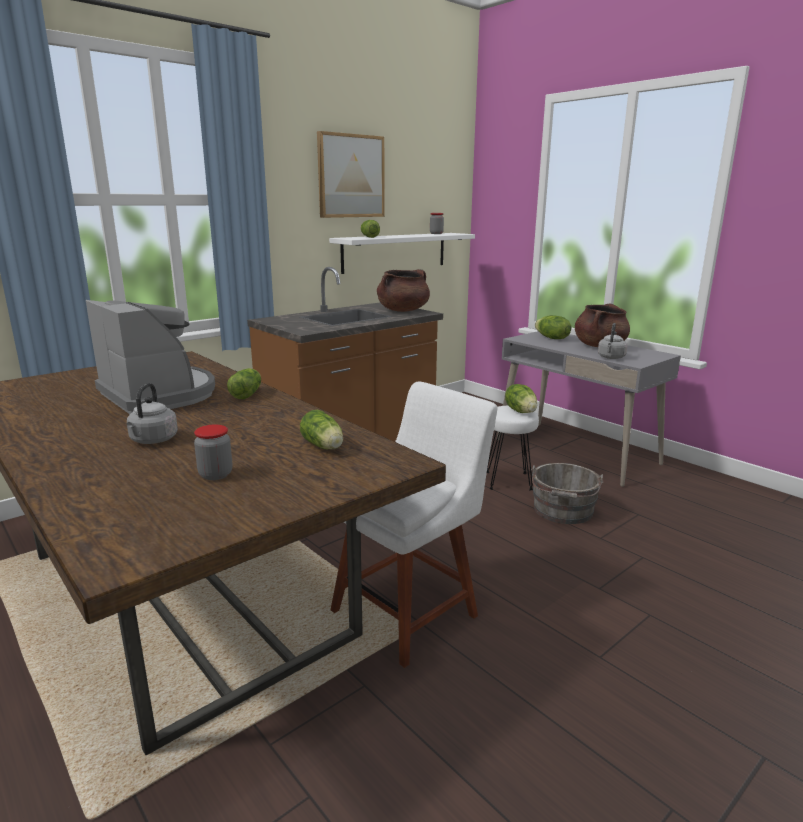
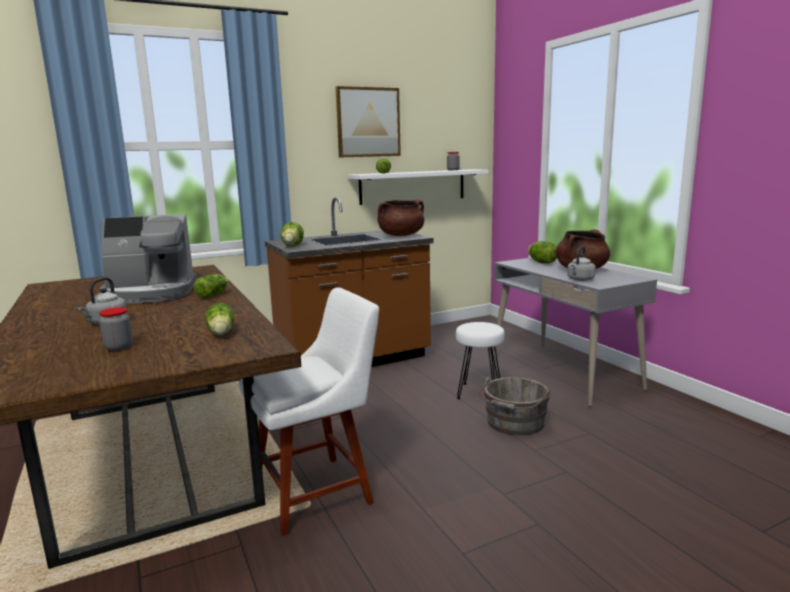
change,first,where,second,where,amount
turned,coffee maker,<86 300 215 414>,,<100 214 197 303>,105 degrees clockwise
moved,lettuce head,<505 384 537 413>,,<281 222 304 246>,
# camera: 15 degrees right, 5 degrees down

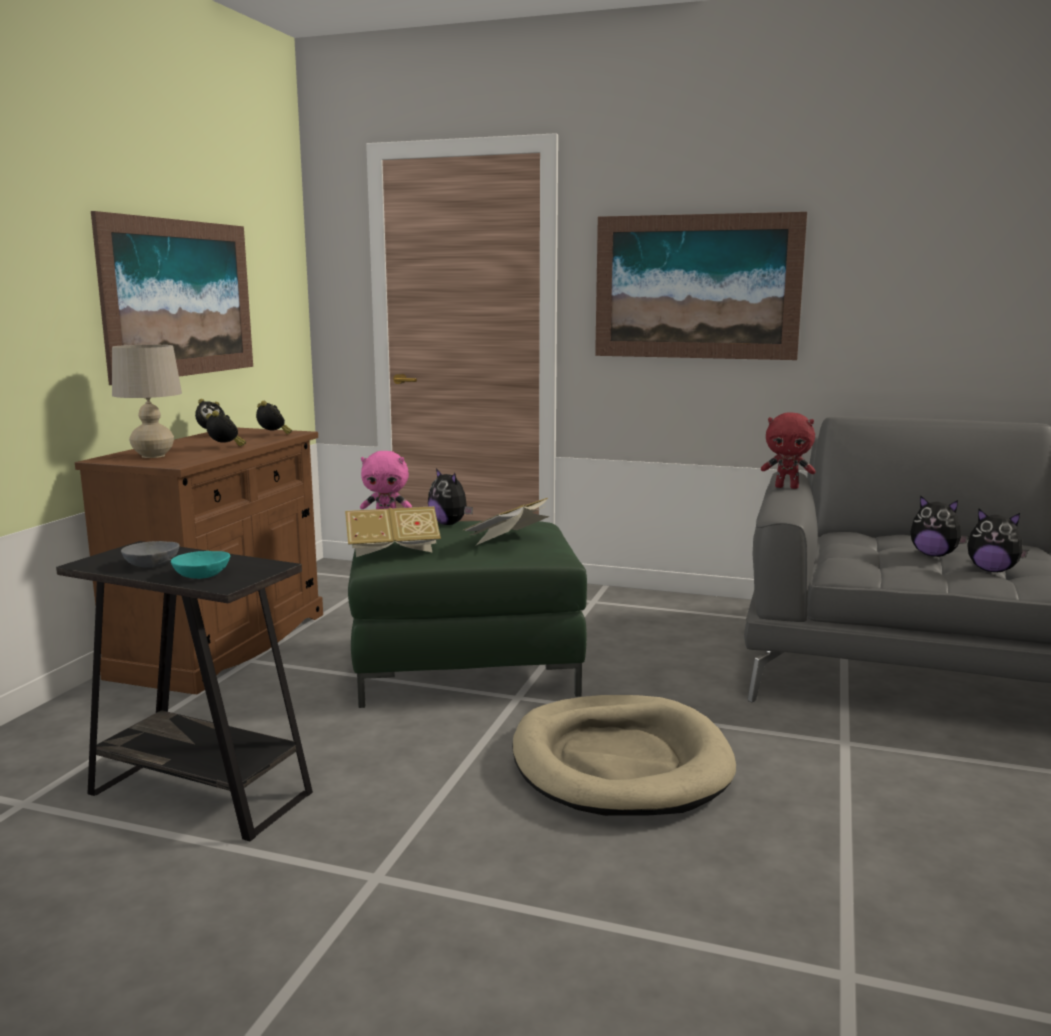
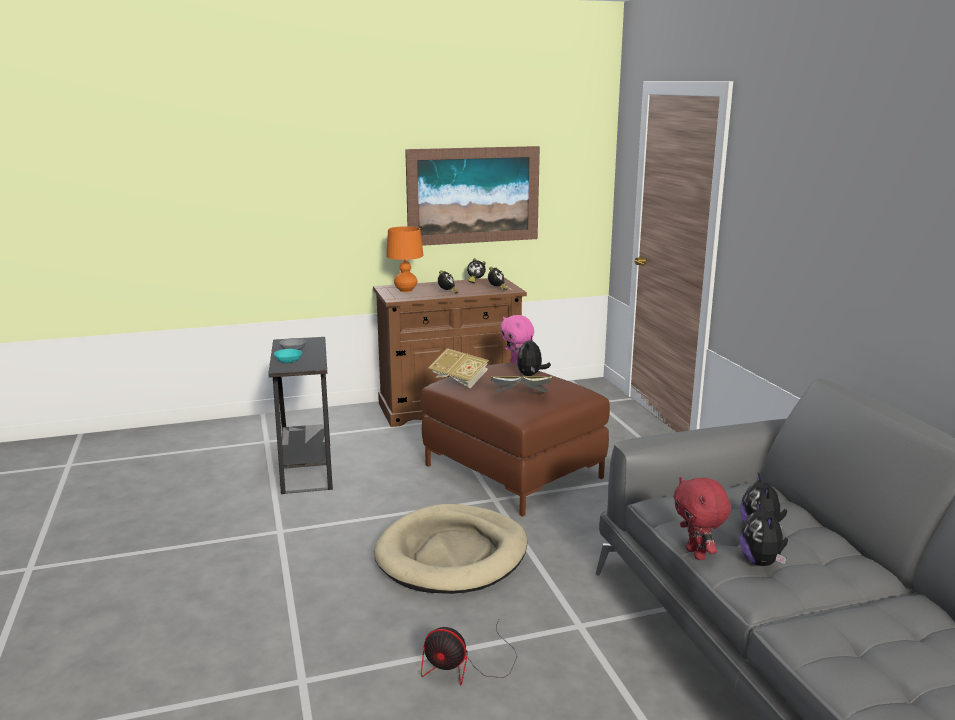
change,first,where,second,where,amount
recoloured,beige table lamp,<112 345 182 458>,orange-coloured table lamp,<386 226 423 292>,
recoloured,green footrest,<348 521 587 708>,brownish footrest,<420 363 610 517>,
removed,wall picture,<595 212 807 360>,,,
moved,red-coloured soft toy,<761 413 816 489>,,<674 477 731 560>,
added,,,cooling fan,<421 620 517 686>,
# camera: 55 degrees right, 5 degrees up

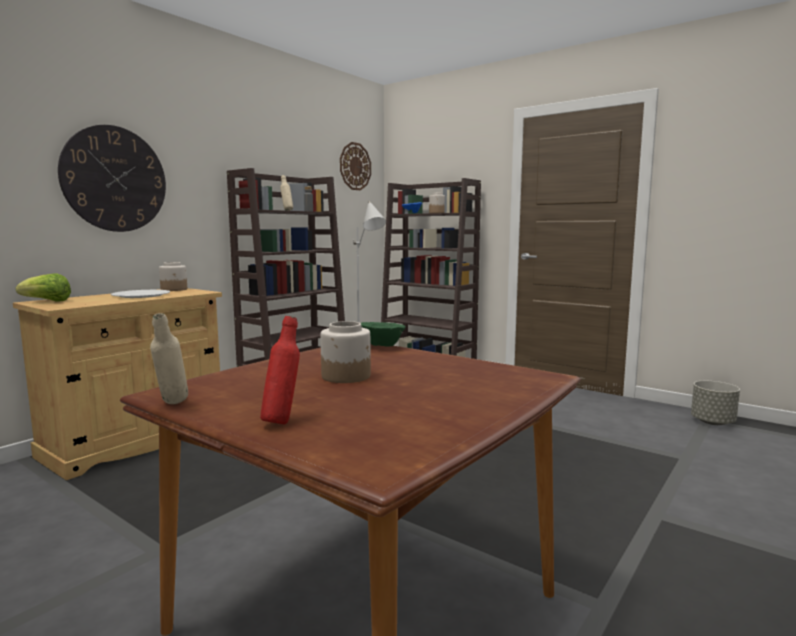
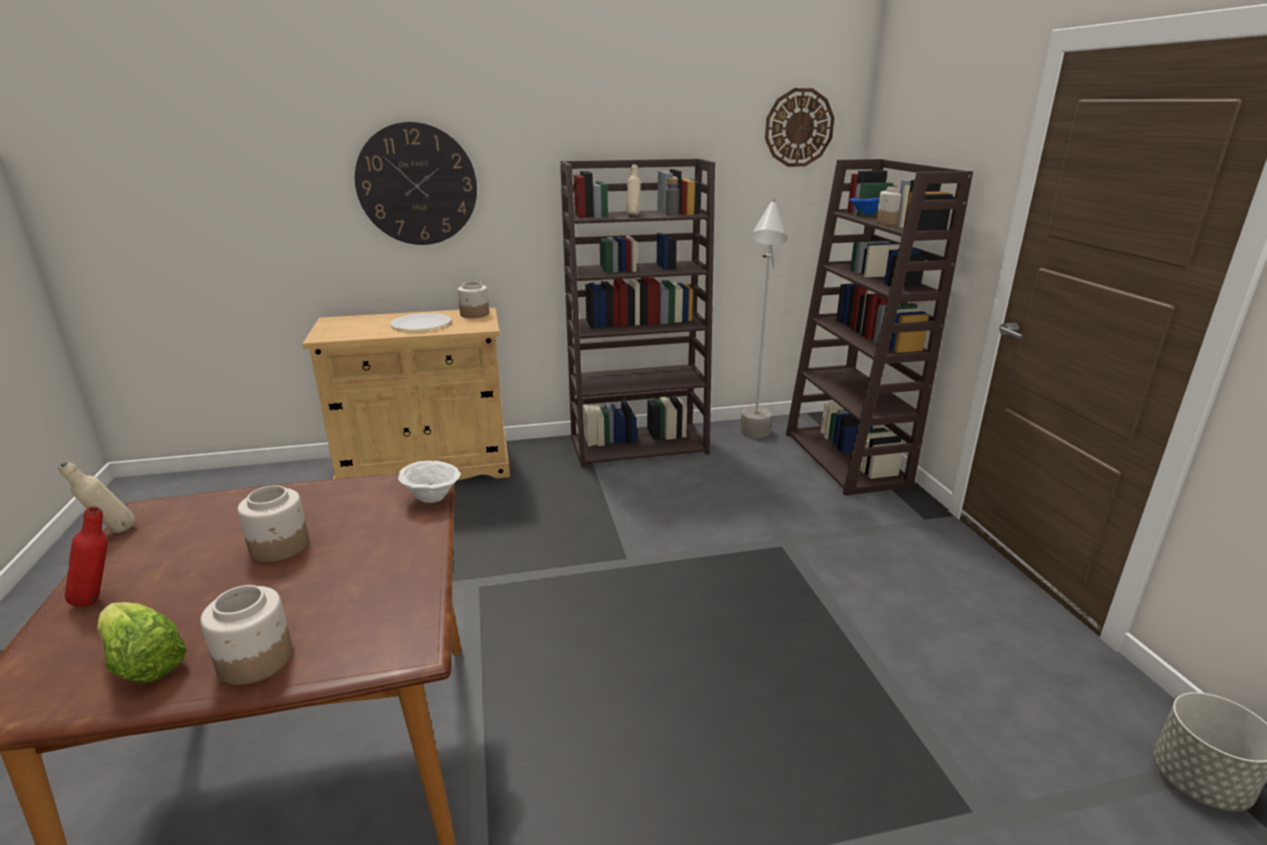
change,first,where,second,where,amount
moved,lettuce head,<16 273 71 302>,,<97 602 187 683>,
recoloured,green deep dish,<361 322 406 347>,white deep dish,<398 461 461 503>,
added,,,jar,<200 585 293 685>,
# camera: 40 degrees right, 15 degrees up

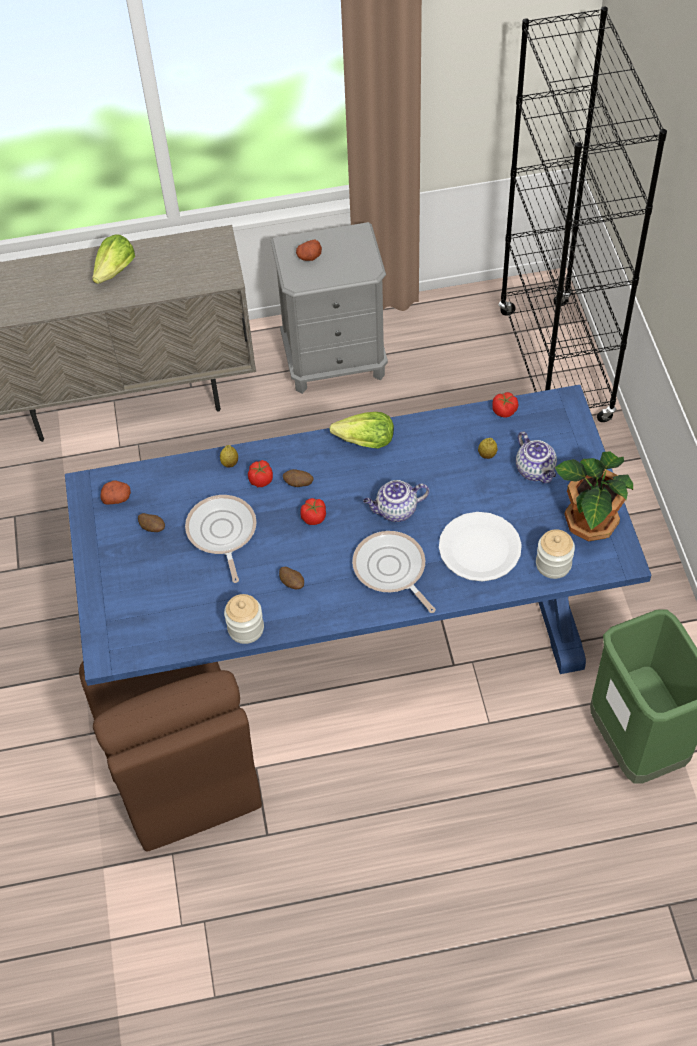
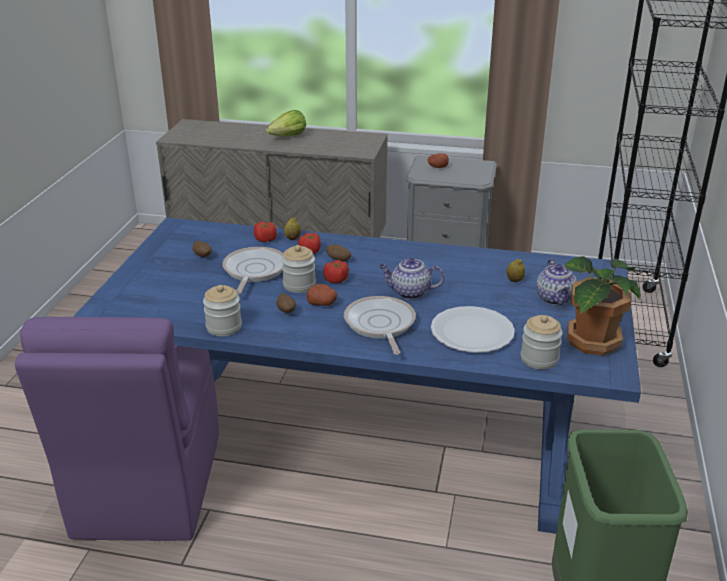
change,first,where,second,where,amount
recoloured,brownish upright chair,<79 662 262 852>,purplish upright chair,<15 317 219 541>,
moved,potato,<100 481 131 505>,,<306 284 337 306>,
removed,lettuce head,<329 412 394 449>,,,
moved,tomato,<492 392 518 418>,,<254 221 277 242>,
added,,,jar,<282 245 316 293>,
# camera: 20 degrees right, 25 degrees down

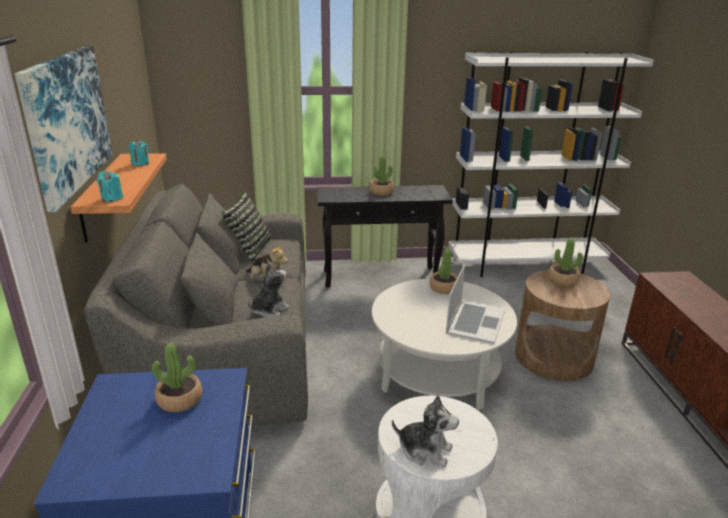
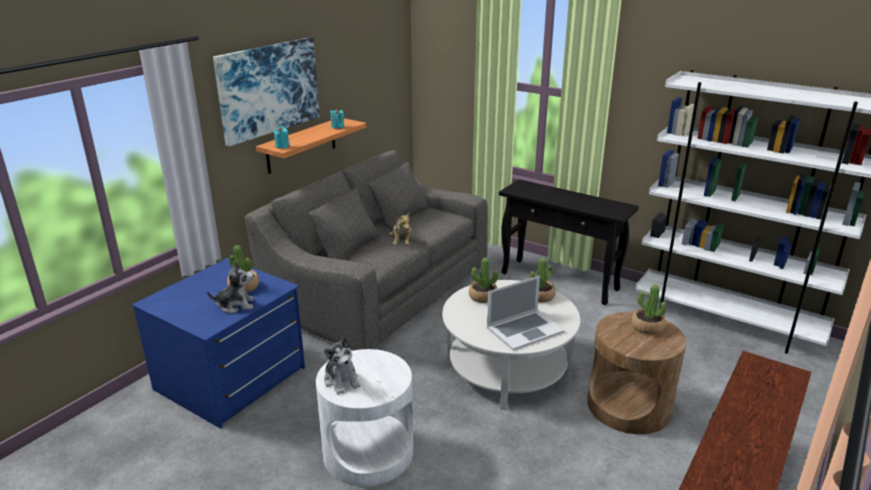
change,first,where,second,where,amount
removed,pillow,<222 192 272 262>,,,
moved,soft toy,<248 263 290 318>,,<207 261 254 313>,
moved,plant in a pot,<369 156 394 196>,,<469 258 498 303>,
# camera: 40 degrees right, 0 degrees up

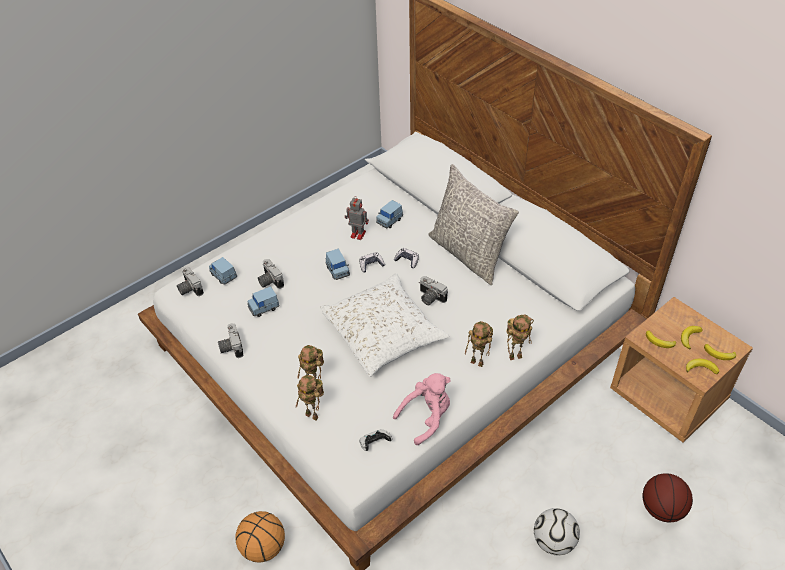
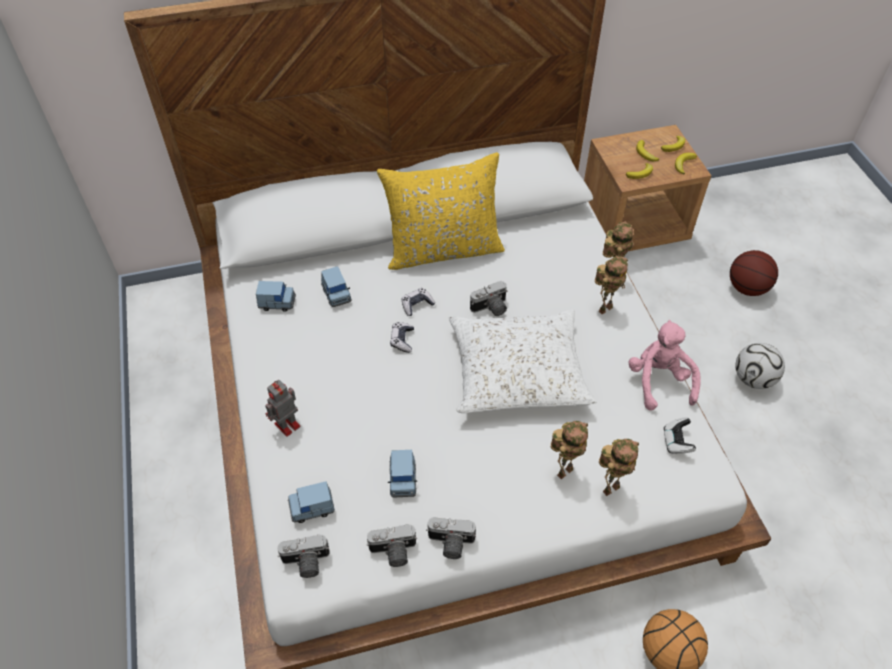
change,first,where,second,where,amount
moved,photo camera,<258 259 284 289>,,<367 524 417 567>,
moved,blue-coloured model car,<326 249 350 280>,,<256 281 296 312>,
moved,toy robot,<345 196 369 240>,,<265 380 301 437>,
recoloured,greyish pillow,<429 164 519 285>,yellowish pillow,<377 152 505 270>,
# camera: 65 degrees left, 5 degrees up

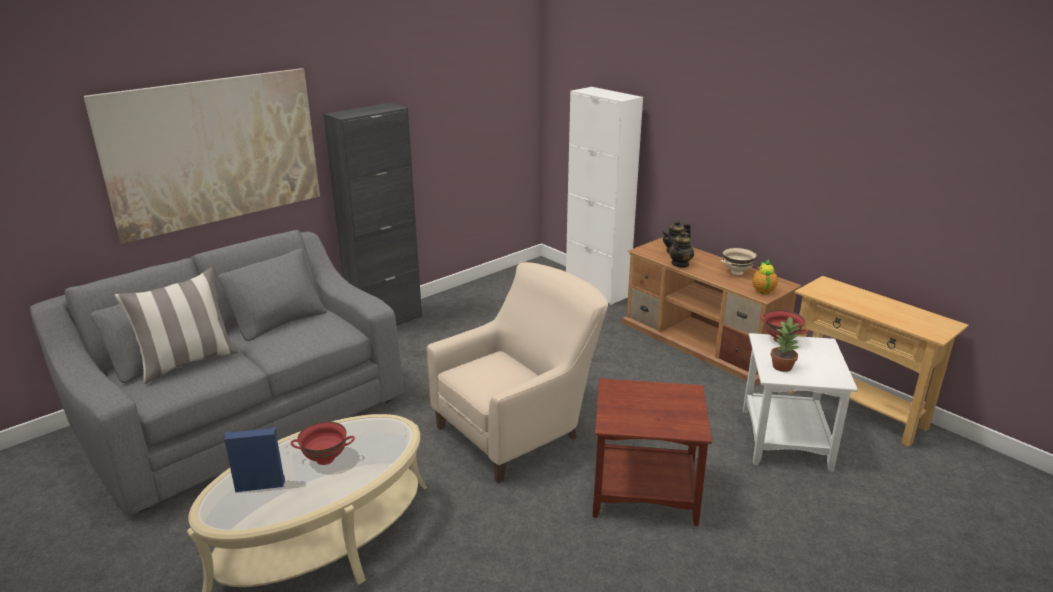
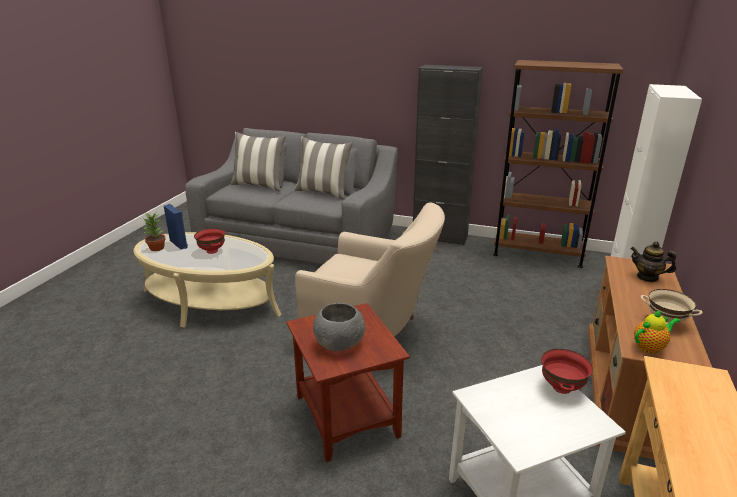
change,first,where,second,where,amount
removed,wall picture,<83 68 320 244>,,,
removed,tea pot,<668 231 694 268>,,,
moved,plant in a pot,<770 316 801 372>,,<144 213 165 251>,
added,,,pillow,<294 137 353 200>,
added,,,greyish deep dish,<313 303 366 352>,
added,,,brownish shelving unit,<493 60 624 268>,
# camera: 60 degrees right, 0 degrees up

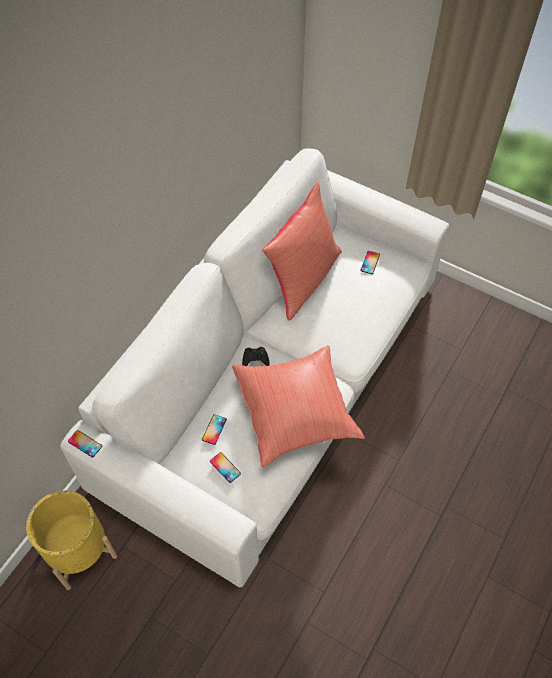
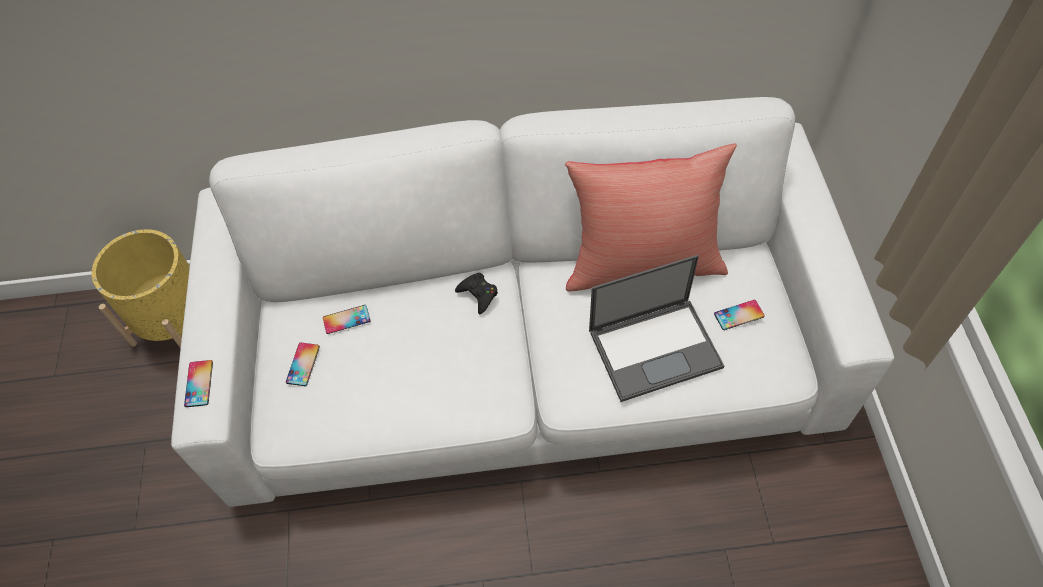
change,first,where,second,where,amount
moved,phone,<68 430 102 458>,,<184 360 213 407>,
removed,red-coloured pillow,<232 345 365 467>,,,
added,,,laptop,<589 255 724 402>,
# camera: 55 degrees right, 0 degrees up

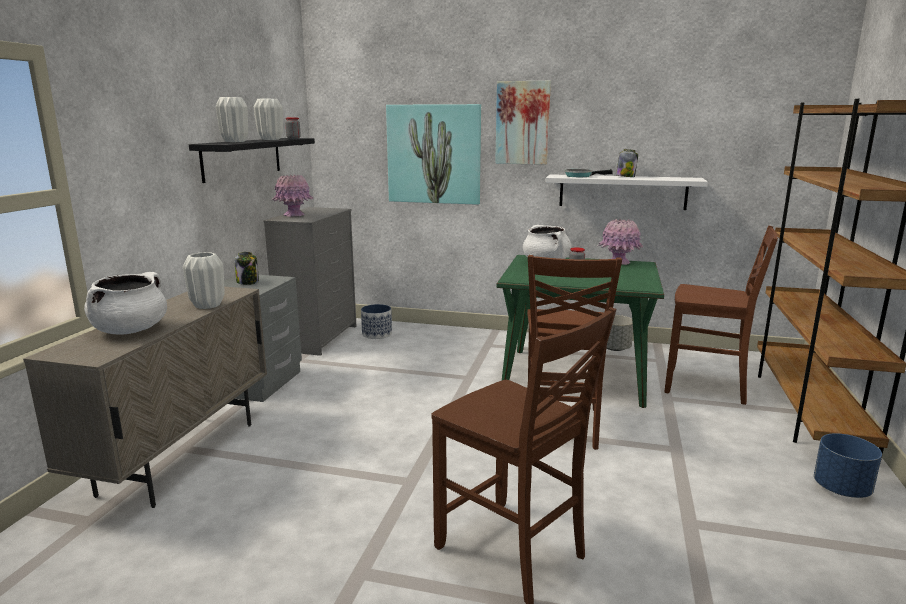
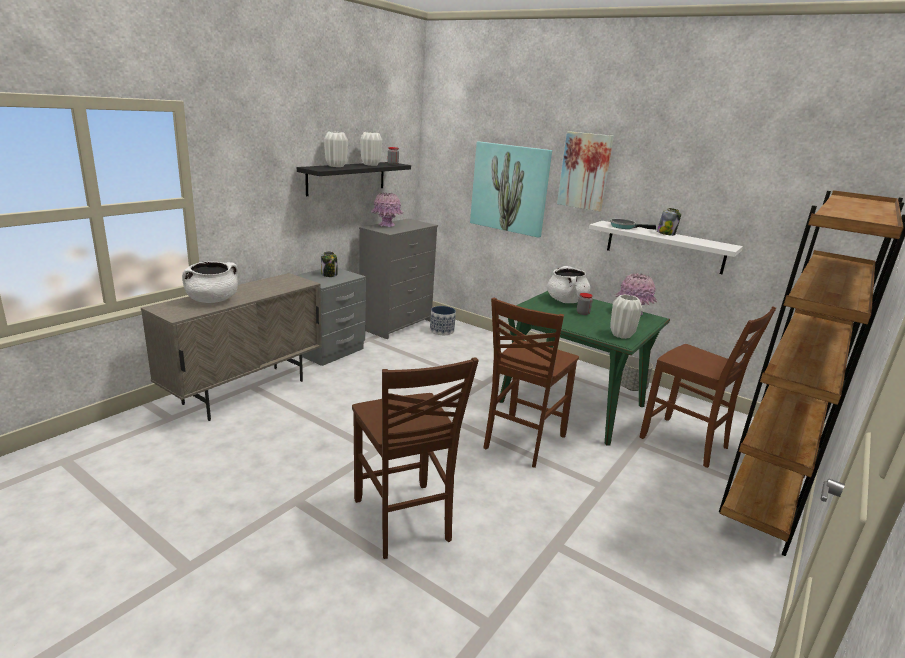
change,first,where,second,where,amount
moved,white flower vase,<183 252 224 309>,,<610 294 642 339>,
removed,blue-coloured planter,<814 433 882 498>,,,
# camera: 20 degrees right, 5 degrees up

